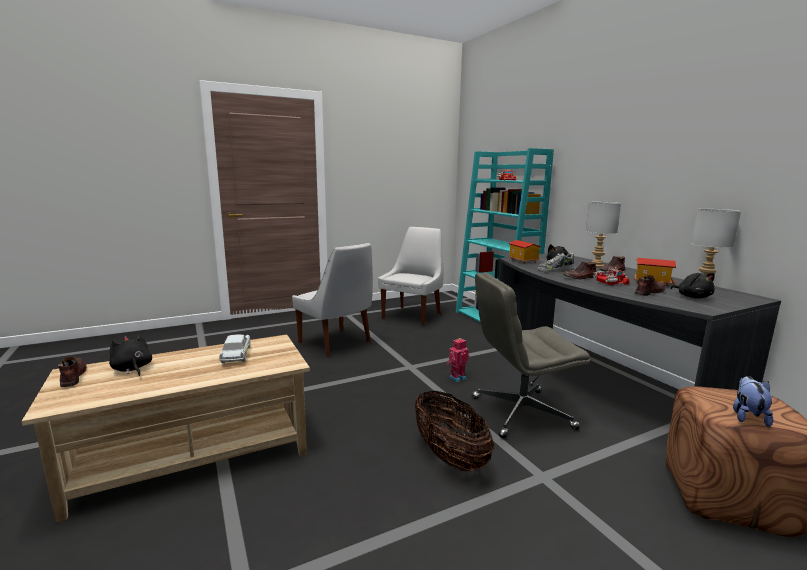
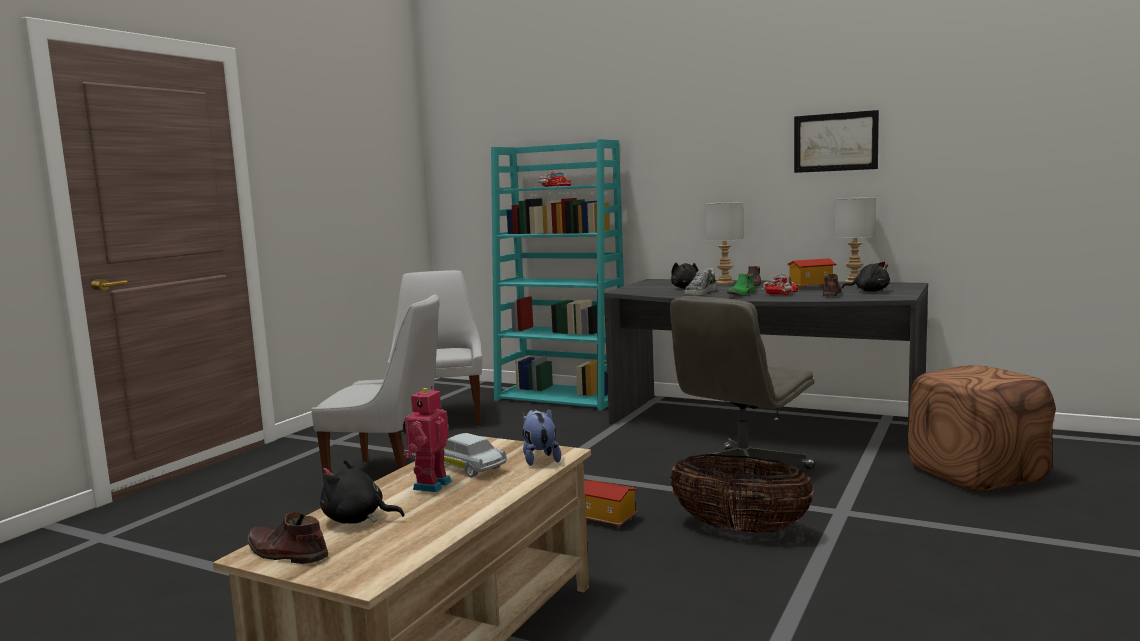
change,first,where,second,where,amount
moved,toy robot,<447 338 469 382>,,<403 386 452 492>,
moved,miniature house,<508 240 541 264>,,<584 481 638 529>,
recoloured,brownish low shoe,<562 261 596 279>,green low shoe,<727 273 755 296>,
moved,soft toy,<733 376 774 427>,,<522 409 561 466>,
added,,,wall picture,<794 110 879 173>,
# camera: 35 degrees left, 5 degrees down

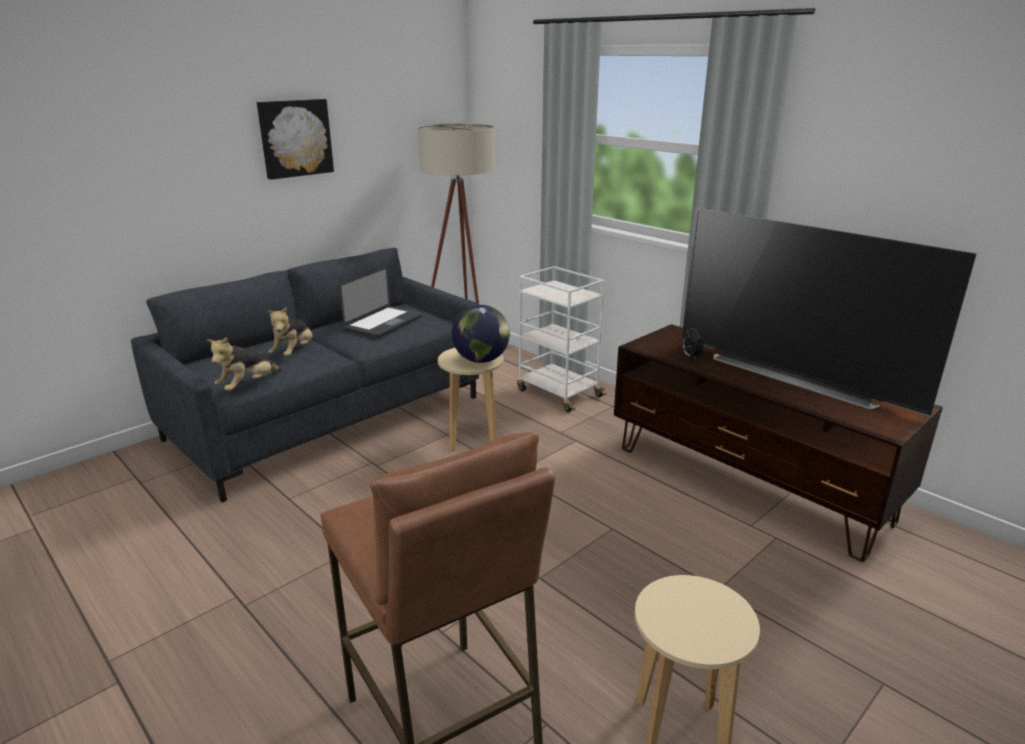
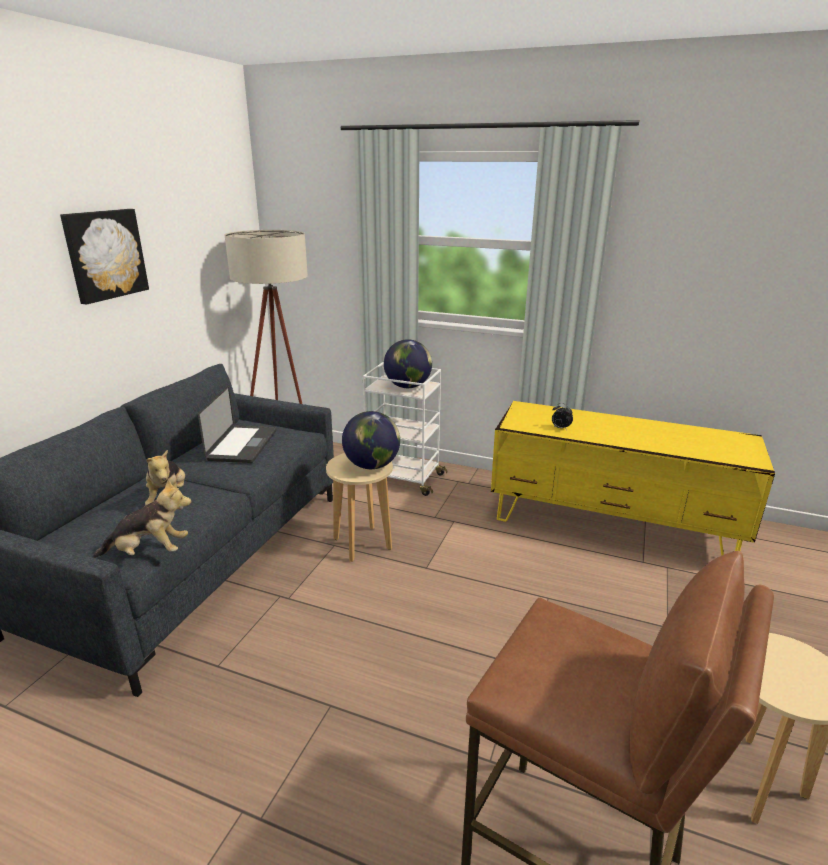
change,first,where,second,where,amount
turned,soft toy,<206 337 282 391>,,<93 479 191 558>,105 degrees counterclockwise
recoloured,brownish media console,<614 324 943 562>,yellowish media console,<491 401 775 556>,
removed,television,<682 208 977 416>,,,
added,,,globe,<384 339 432 388>,
# camera: 25 degrees left, 0 degrees up

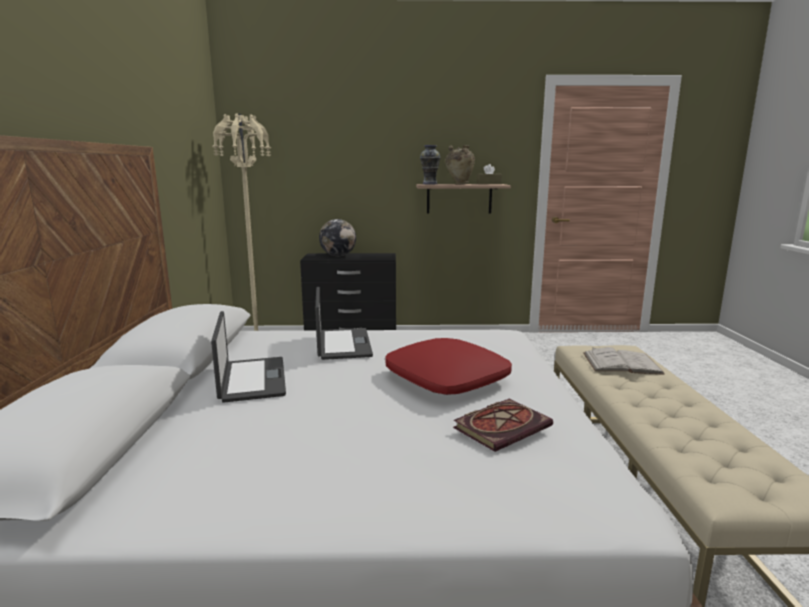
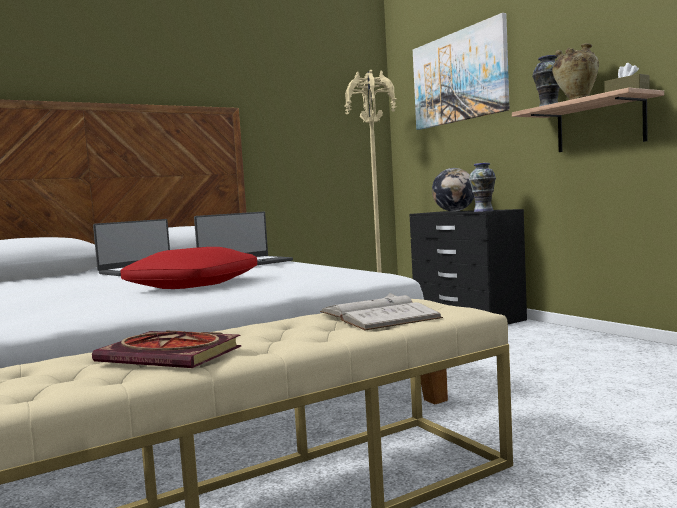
change,first,where,second,where,amount
moved,volume,<453 399 553 452>,,<92 331 241 368>,
added,,,wall picture,<413 13 510 130>,
added,,,flower vase,<469 163 496 212>,
# camera: 60 degrees right, 10 degrees down

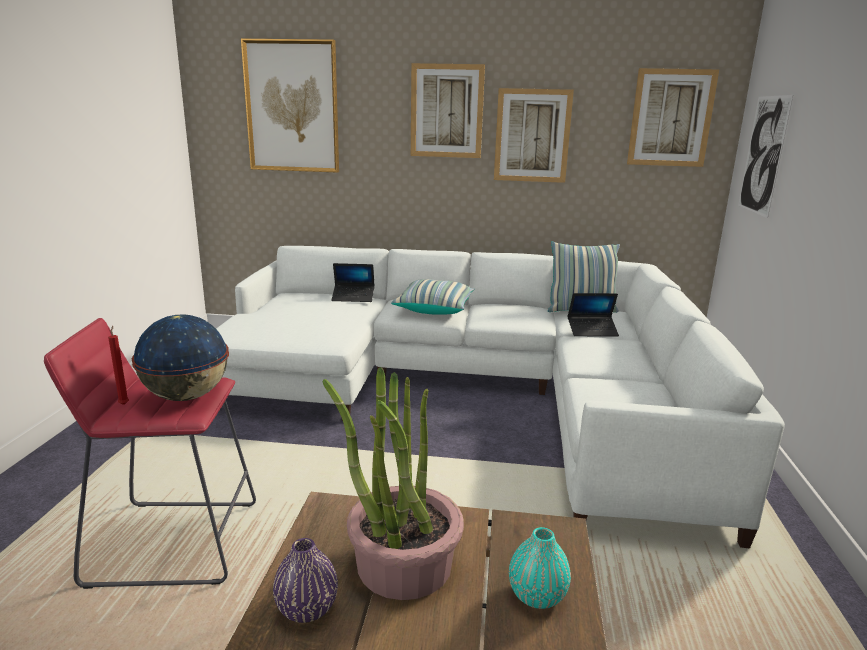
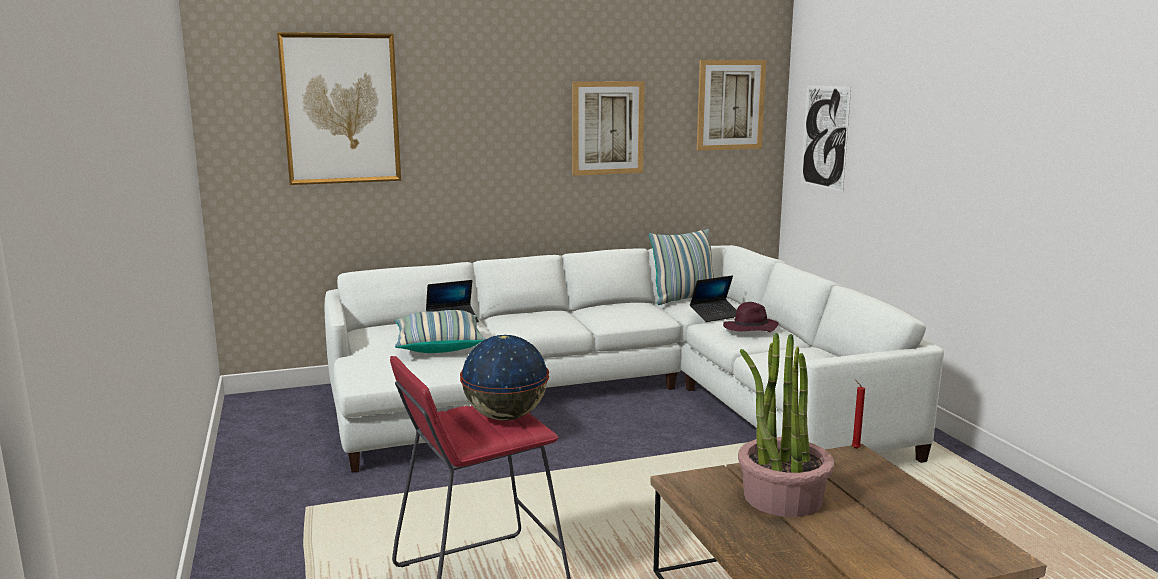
change,first,where,second,where,amount
moved,red-coloured wax light,<108 326 129 405>,,<852 379 865 449>,
removed,purplish flower vase,<273 538 338 623>,,,
moved,pillow,<391 279 475 315>,,<395 310 486 353>,
removed,wall picture,<411 63 485 158>,,,
removed,turquoise flower vase,<509 527 571 609>,,,
added,,,purplish wearable hat,<723 302 778 332>,
# camera: 25 degrees left, 5 degrees down

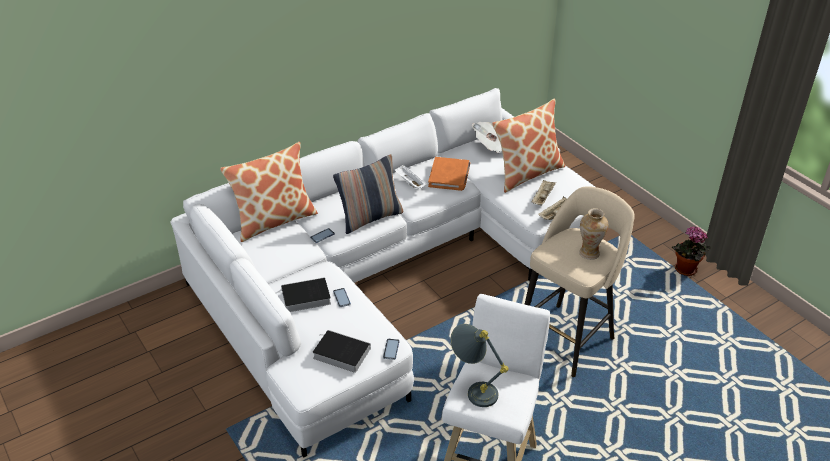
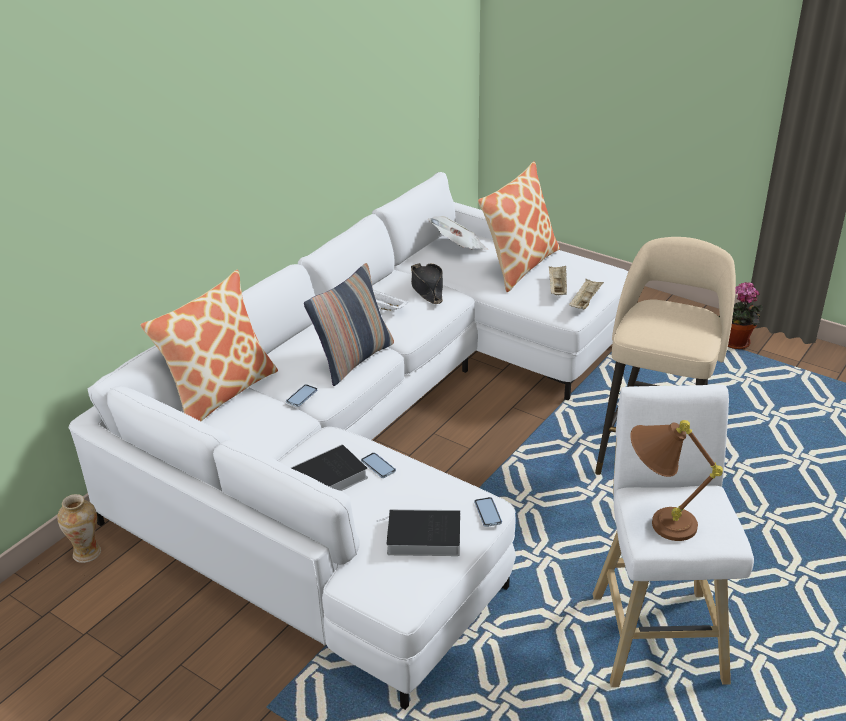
change,first,where,second,where,amount
replaced,orange-coloured volume,<428 157 470 191>,black wearable hat,<411 263 443 304>,
recoloured,greyish table lamp,<450 324 509 407>,brownish table lamp,<630 420 723 541>,
moved,flower vase,<579 208 609 260>,,<57 494 101 563>,
# camera: 20 degrees left, 5 degrees down

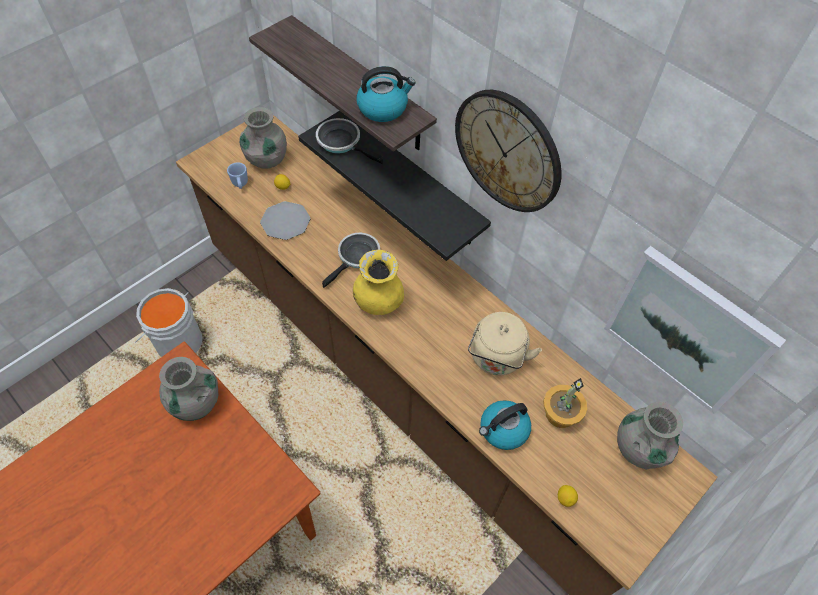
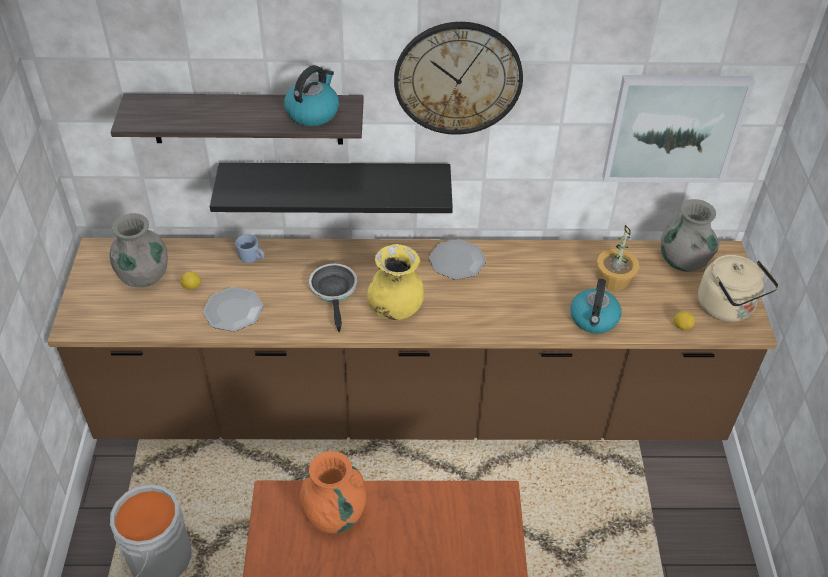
change,first,where,second,where,amount
recoloured,greyish flower vase,<159 357 219 421>,orange-coloured flower vase,<299 451 366 533>,
moved,blue-coloured tea mug,<227 162 248 189>,,<235 234 264 263>,
removed,skillet,<316 118 383 164>,,,
moved,beige kettle,<468 312 542 375>,,<698 255 779 322>,
added,,,flat dish,<429 239 486 280>,
# camera: 45 degrees left, 10 degrees down

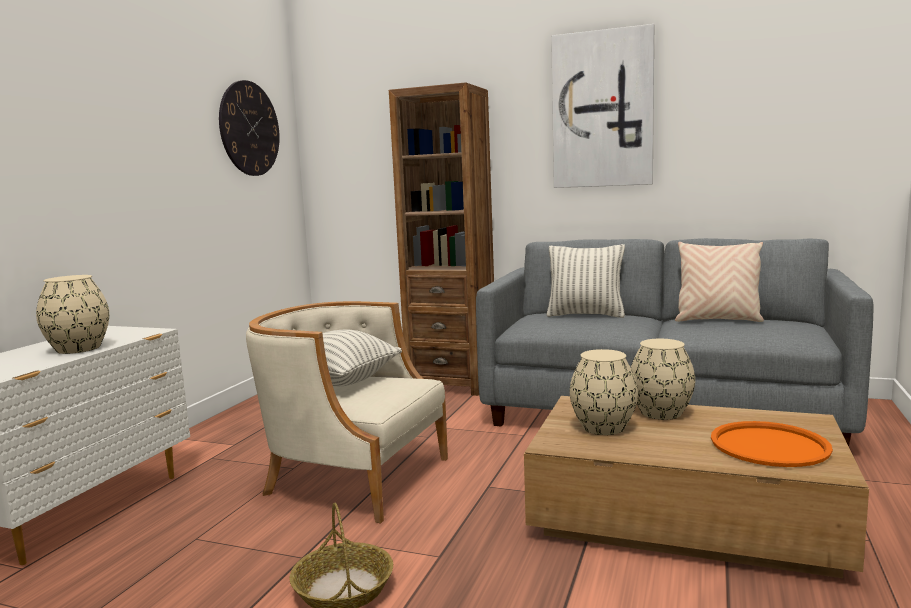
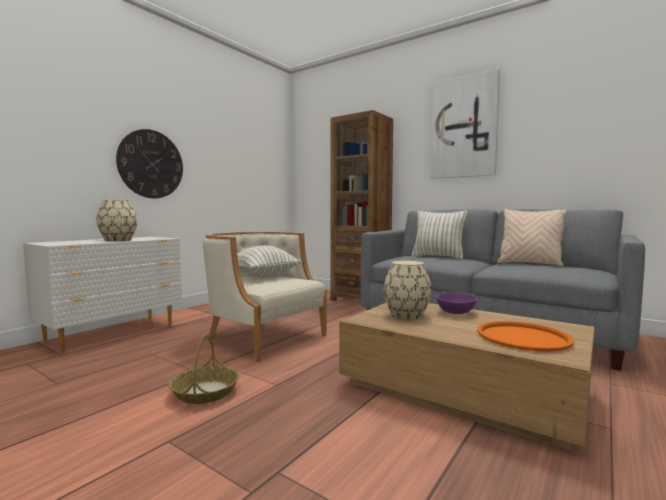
change,first,where,second,where,amount
moved,hanging clock,<219 80 280 176>,,<116 129 183 198>,
replaced,beige flower vase,<631 339 695 420>,purplish deep dish,<437 292 477 314>,
# camera: 15 degrees right, 5 degrees down

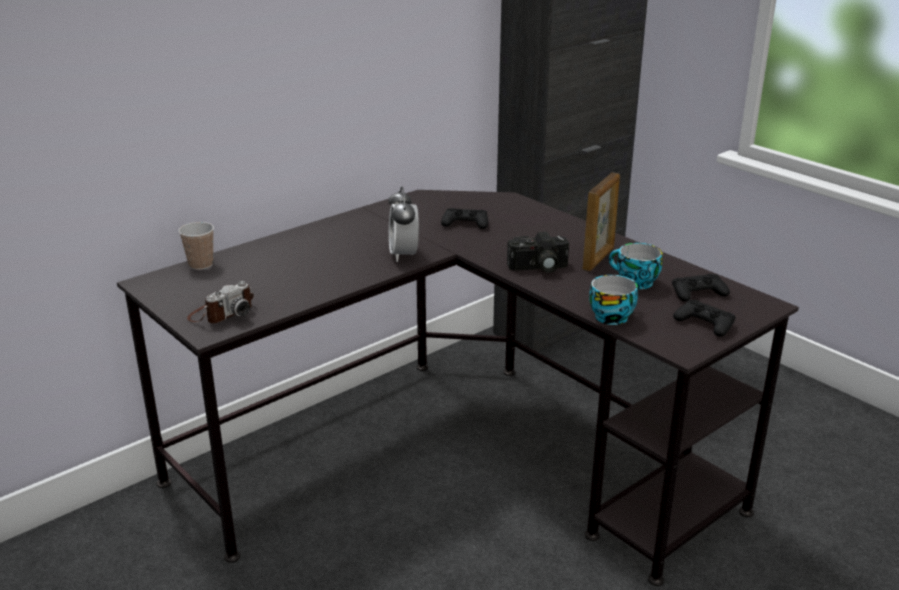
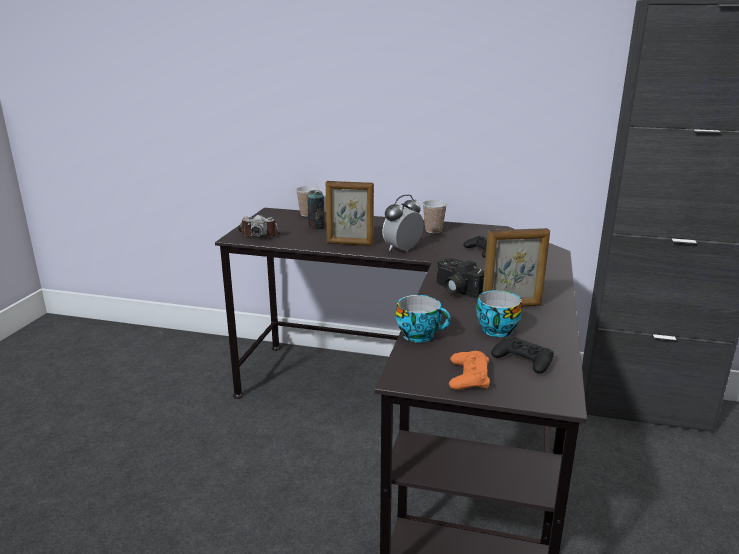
change,first,where,second,where,amount
recoloured,black game controller,<673 300 736 336>,orange-coloured game controller,<449 351 490 390>,
added,,,sealed can,<307 190 325 230>,
added,,,photo frame,<326 181 374 246>,
added,,,small cup,<422 200 447 233>,
# camera: 55 degrees right, 5 degrees down

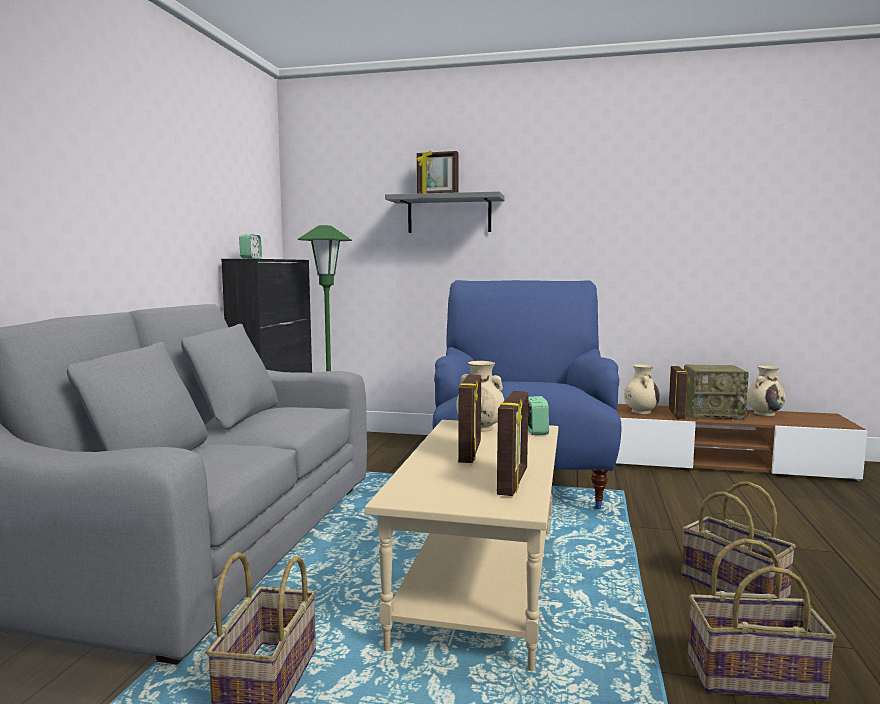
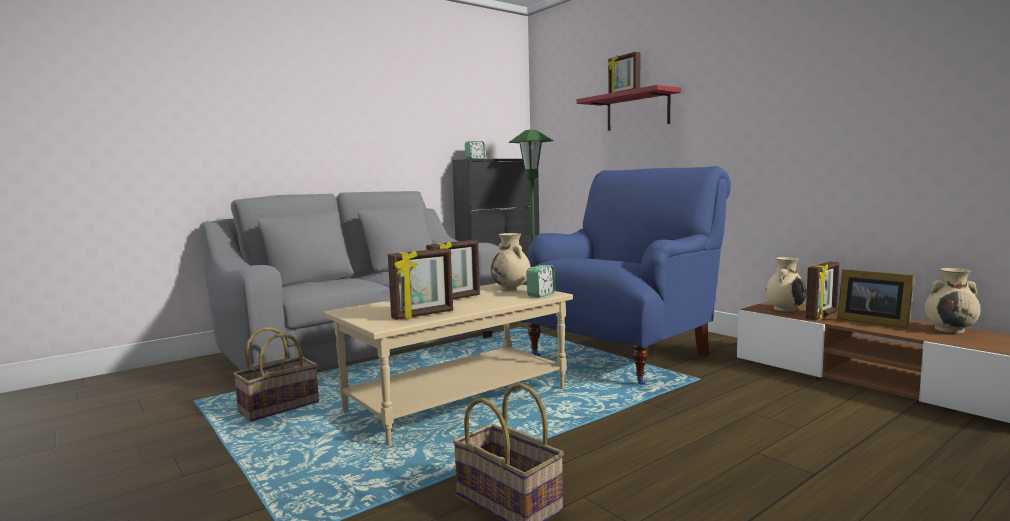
change,first,where,second,where,amount
recoloured,greyish wall shelf,<385 191 505 233>,red-coloured wall shelf,<576 85 681 131>,
removed,basket,<681 481 796 598>,,,
replaced,radio set,<684 364 749 420>,photo frame,<837 269 914 328>,
# camera: 40 degrees right, 0 degrees up

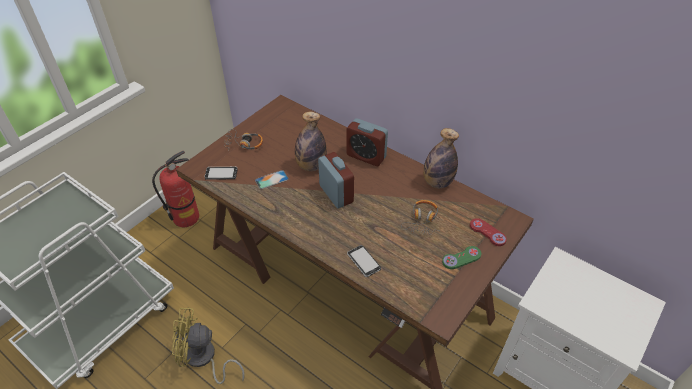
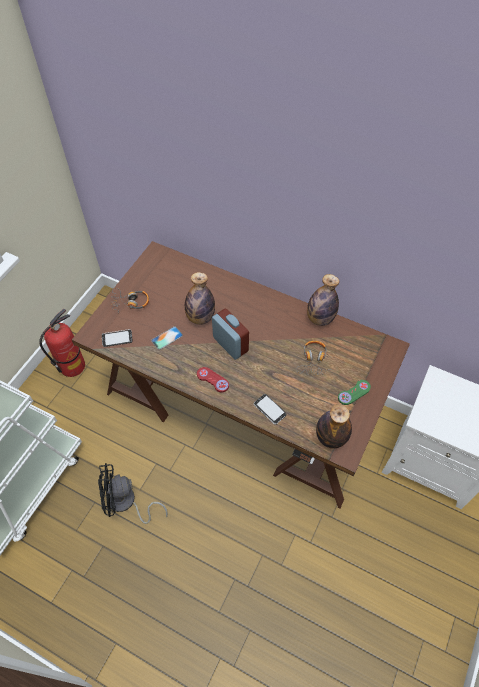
change,first,where,second,where,amount
recoloured,yellowish cooling fan,<172 307 245 384>,black cooling fan,<98 463 168 524>,
removed,table clock,<347 118 388 166>,,,
moved,red-coloured game controller,<470 218 507 246>,,<197 367 229 392>,
added,,,drink bottle,<316 404 352 448>,
# camera: 10 degrees left, 10 degrees up

